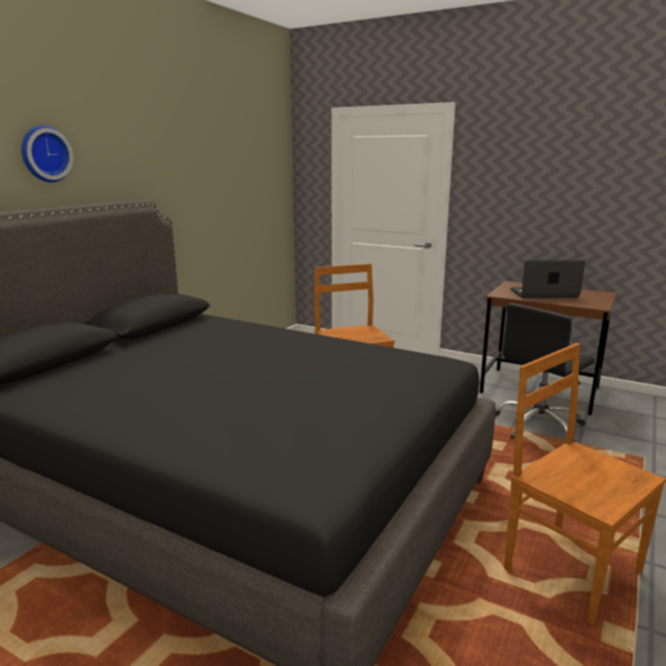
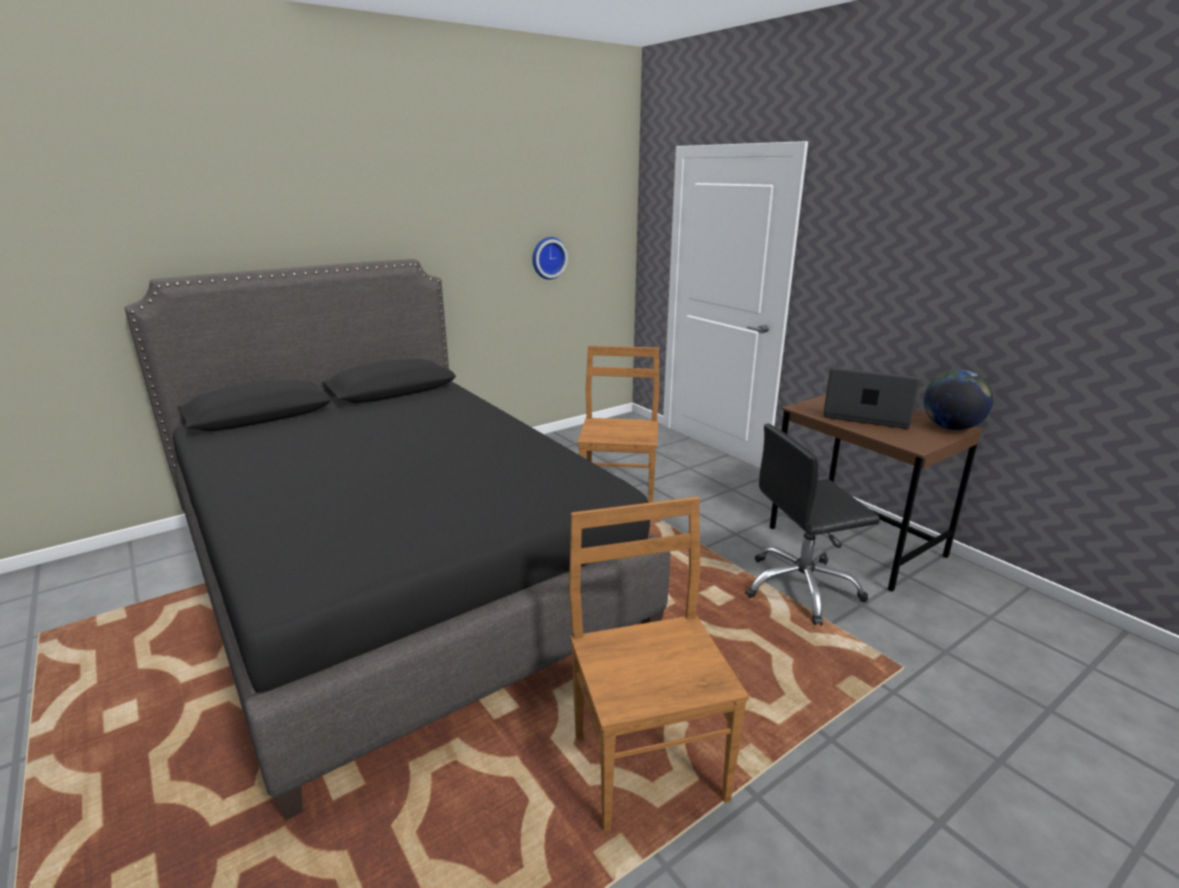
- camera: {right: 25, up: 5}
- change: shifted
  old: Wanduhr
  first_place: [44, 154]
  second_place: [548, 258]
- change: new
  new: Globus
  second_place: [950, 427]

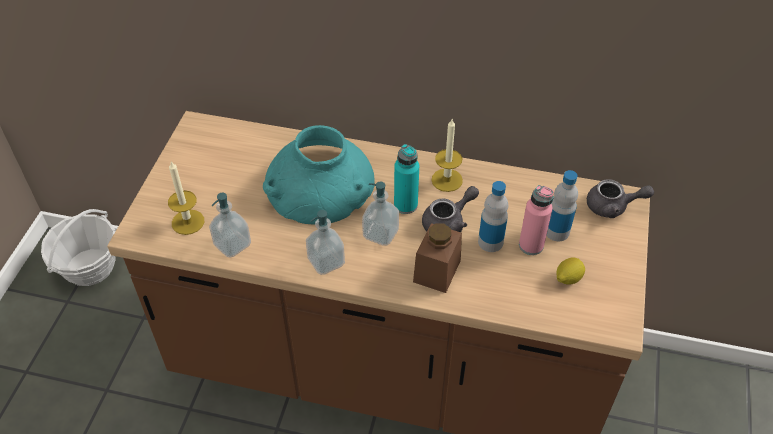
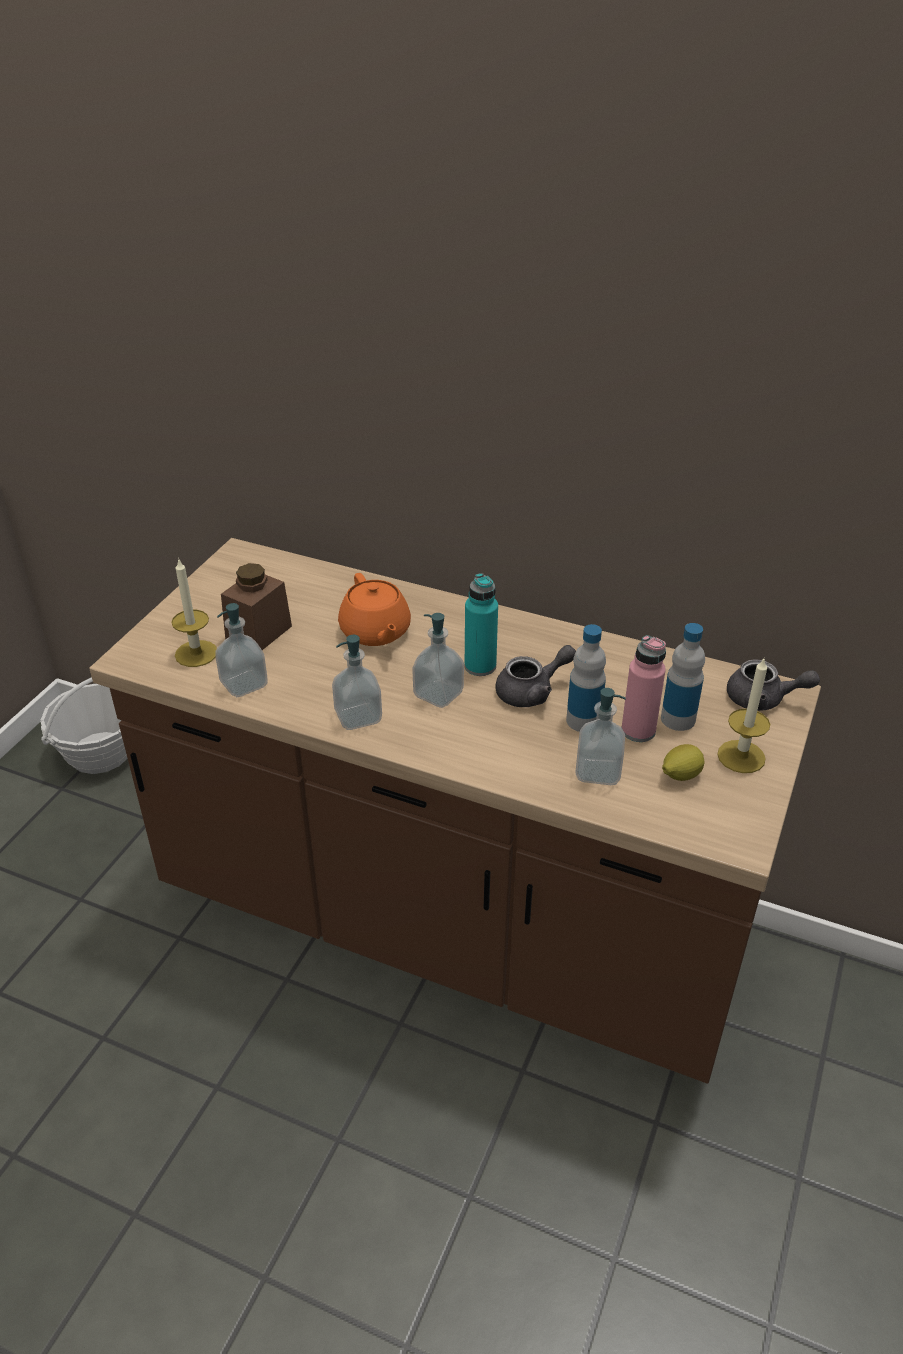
- camera: {right: 10, up: -10}
- change: shifted
  old: Vorratsglas (braun)
  first_place: [437, 271]
  second_place: [258, 632]
- change: swapped
  old: Vase (türkis)
  new: Teekanne (orange)
  first_place: [320, 185]
  second_place: [375, 632]
- change: new
  new: Seifenspender
  second_place: [598, 772]
- change: shifted
  old: Kerze
  first_place: [447, 180]
  second_place: [741, 756]

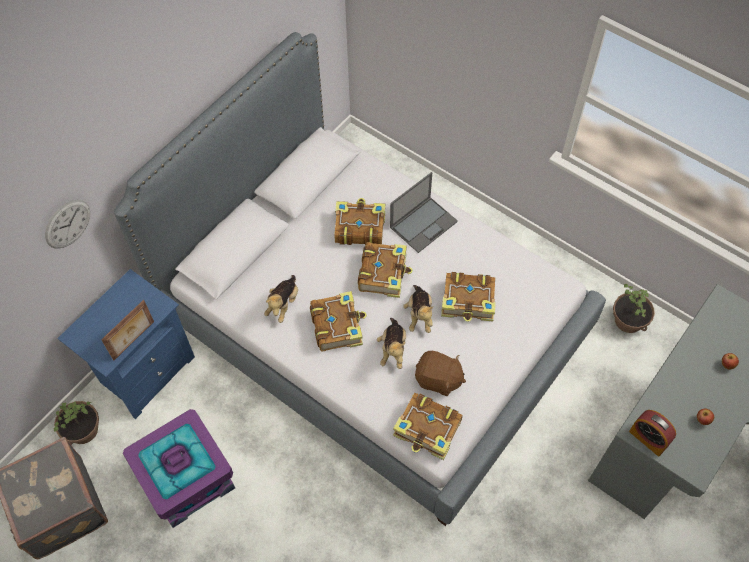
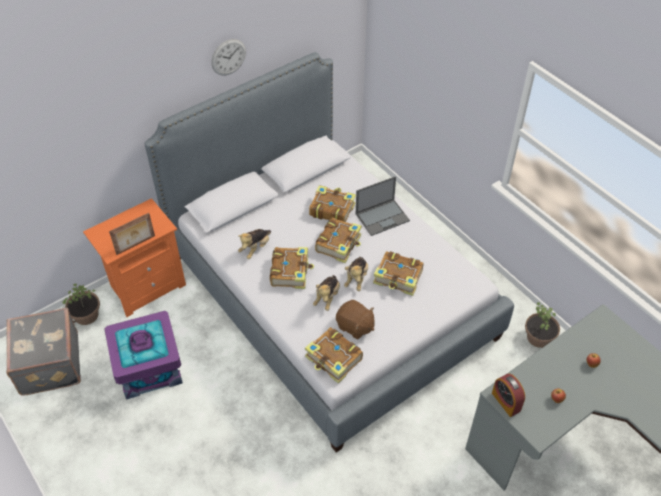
- camera: {right: 15, up: -10}
- change: repainted
  old: Nachttisch (blau)
  new: Nachttisch (orange)
  first_place: [145, 371]
  second_place: [146, 286]
- change: shifted
  old: Wanduhr
  first_place: [67, 224]
  second_place: [228, 57]

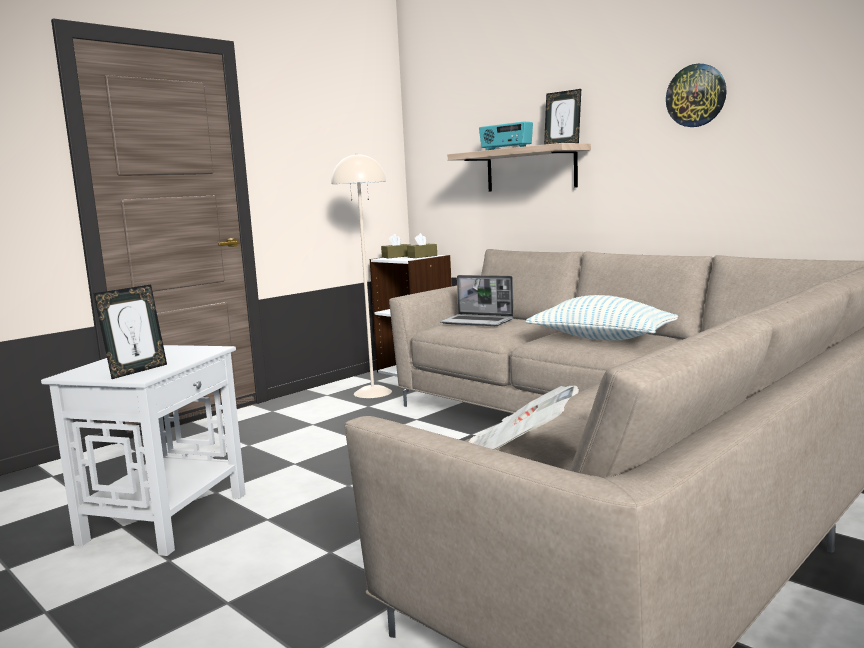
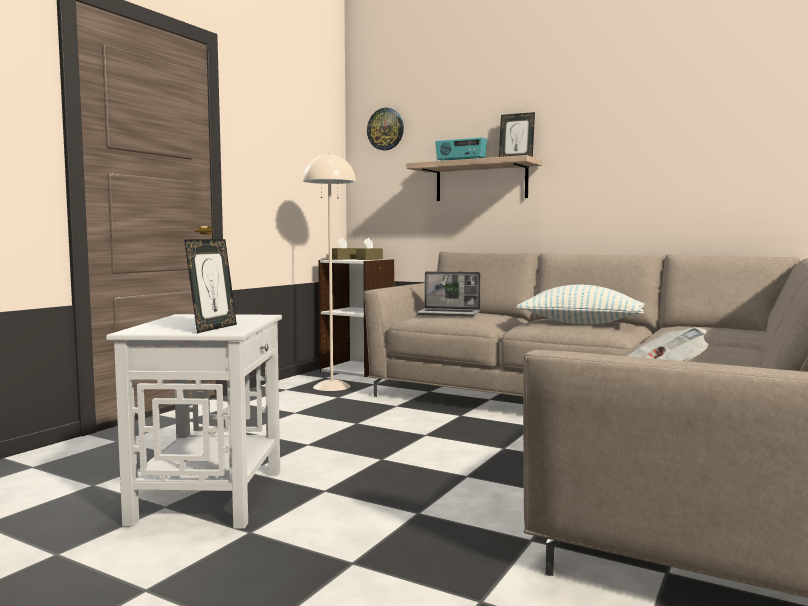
- camera: {right: -15, up: -5}
- change: shifted
  old: Wanduhr
  first_place: [696, 95]
  second_place: [385, 129]

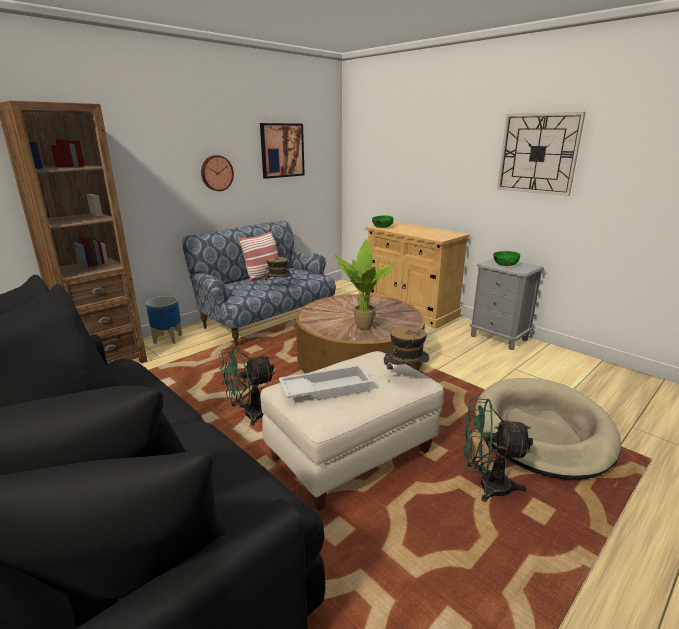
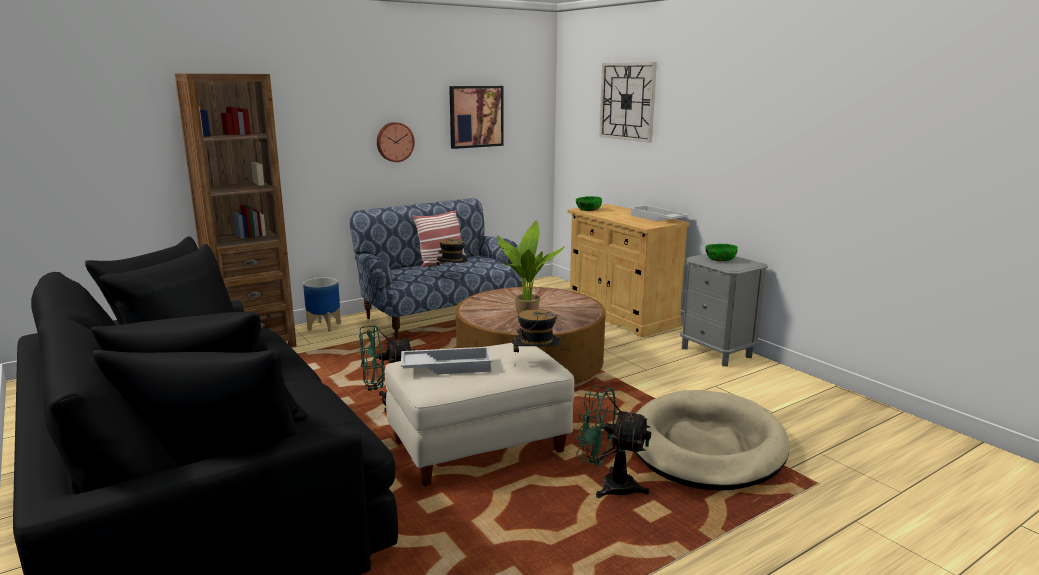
- camera: {right: 10, up: -5}
- change: shifted
  old: Wanduhr
  first_place: [538, 153]
  second_place: [627, 101]
- change: new
  new: Tablett (weiß)
  second_place: [656, 218]

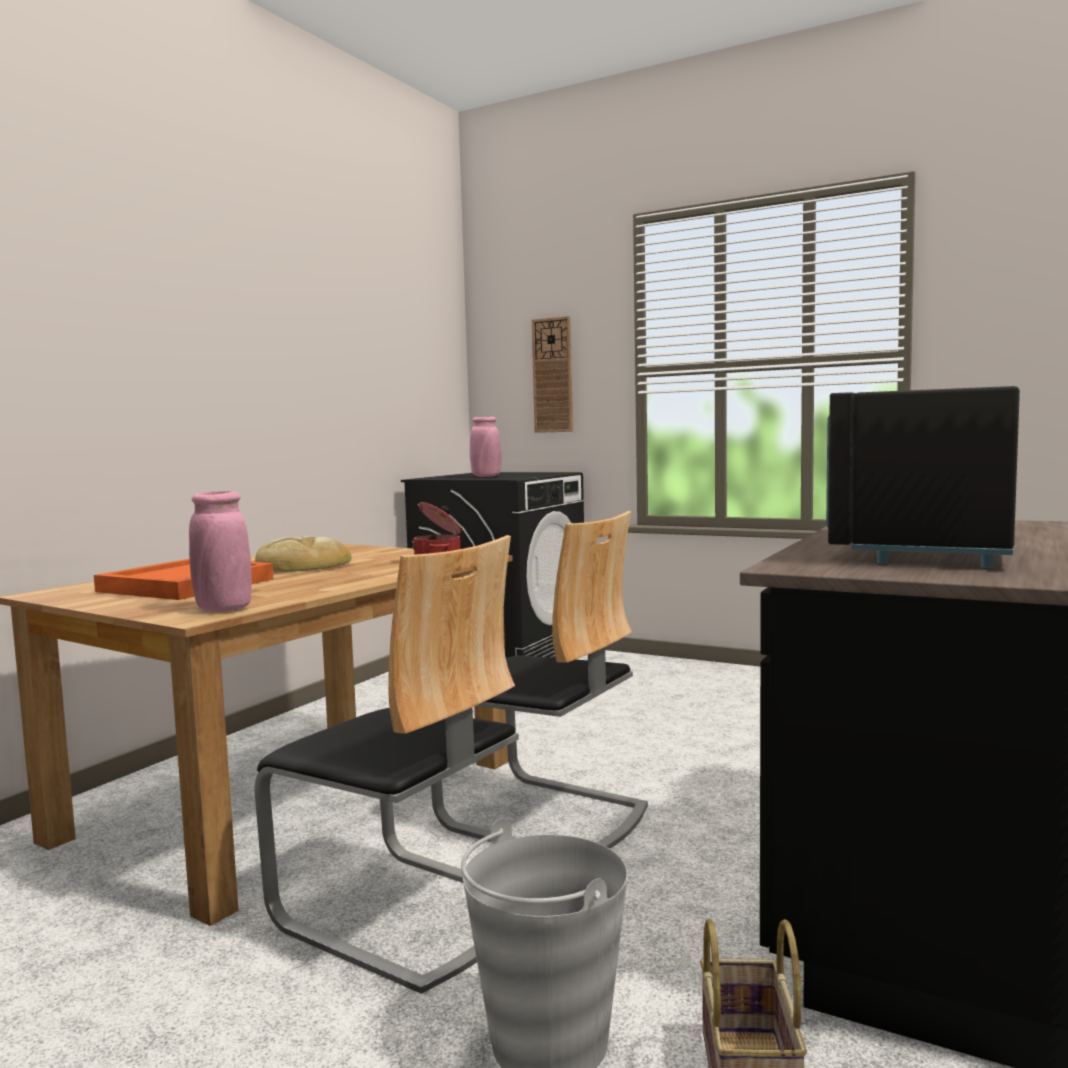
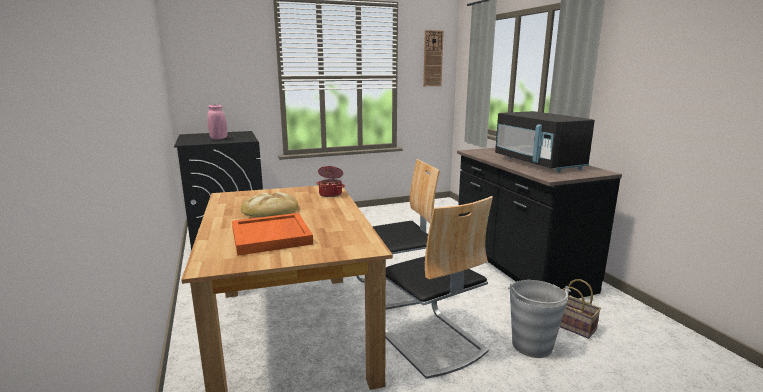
- camera: {right: -50, up: 10}
- change: rotated
  old: Stuhl
  first_place: [405, 913]
  second_place: [431, 341]
  degrees: 75
- change: shifted
  old: Wanduhr
  first_place: [553, 375]
  second_place: [432, 58]
- change: gone
  old: Vase (rosa)
  first_place: [223, 609]

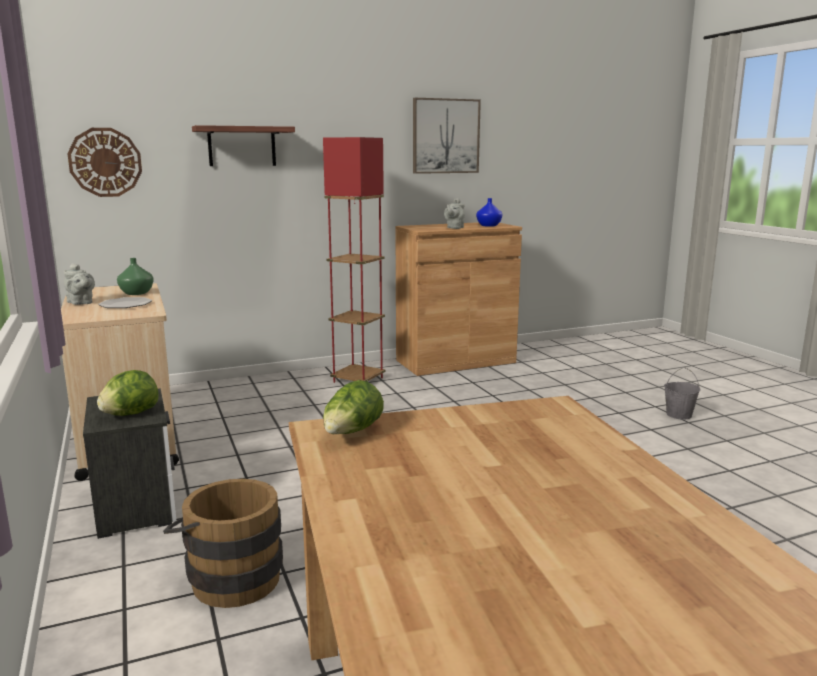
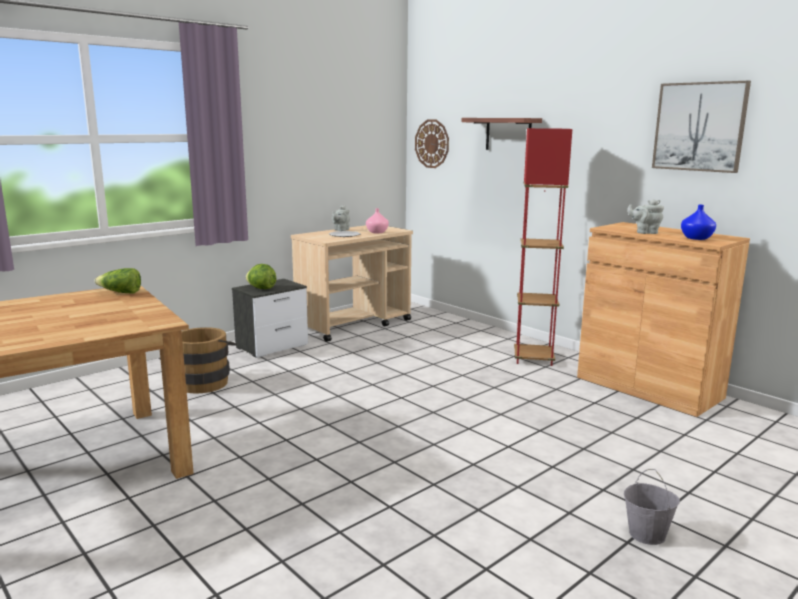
- camera: {right: 70, up: 0}
- change: repainted
  old: Vase (grün)
  new: Vase (rosa)
  first_place: [136, 293]
  second_place: [377, 232]

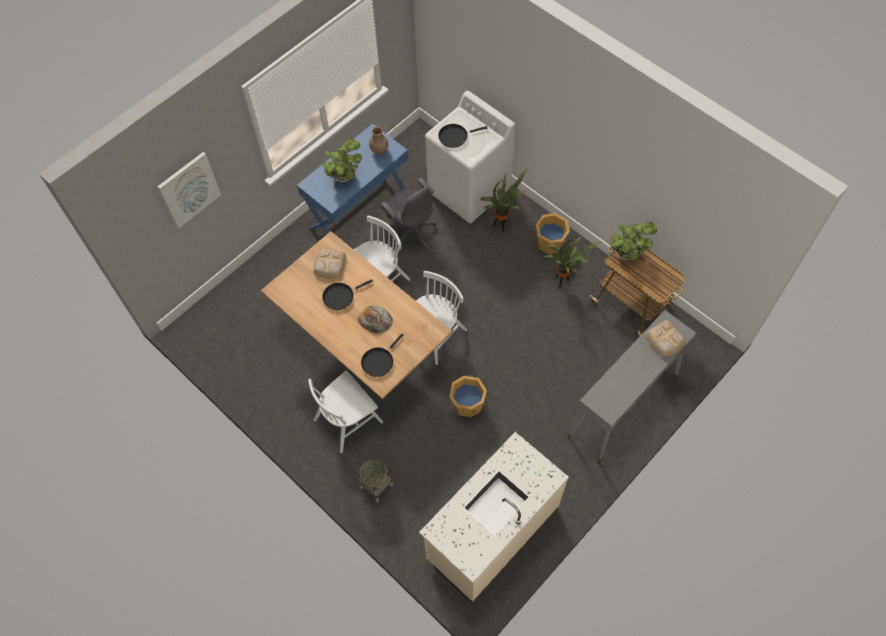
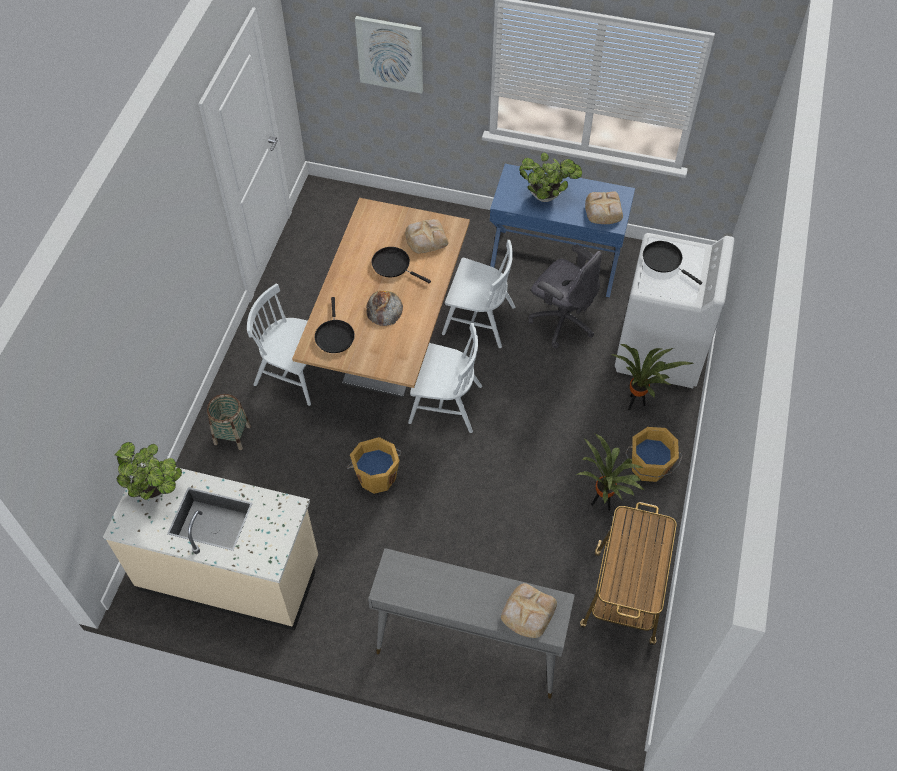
- camera: {right: 60, up: -5}
- change: shifted
  old: Topfpflanze
  first_place: [627, 252]
  second_place: [156, 490]
- change: rotated
  old: Pfanne (schwarz)
  first_place: [379, 361]
  second_place: [334, 335]
  degrees: -105
- change: rotated
  old: Bürostuhl (grau)
  first_place: [411, 232]
  second_place: [562, 320]
  degrees: -75
- change: swapped
  old: Vase (braun)
  new: Brot
  first_place: [379, 150]
  second_place: [603, 210]

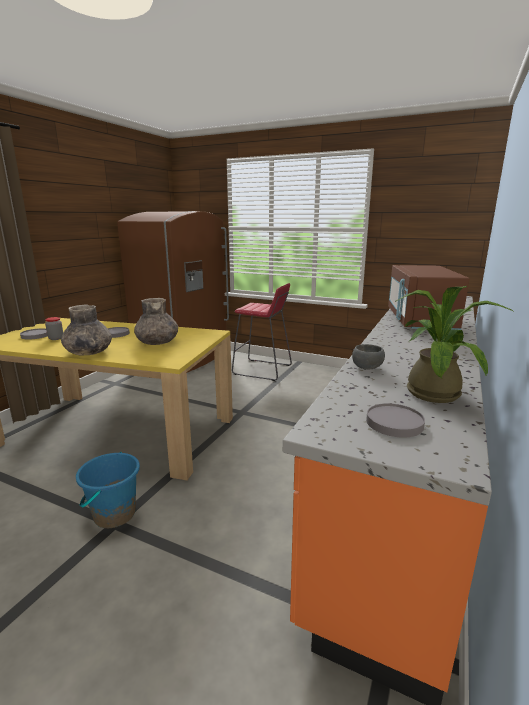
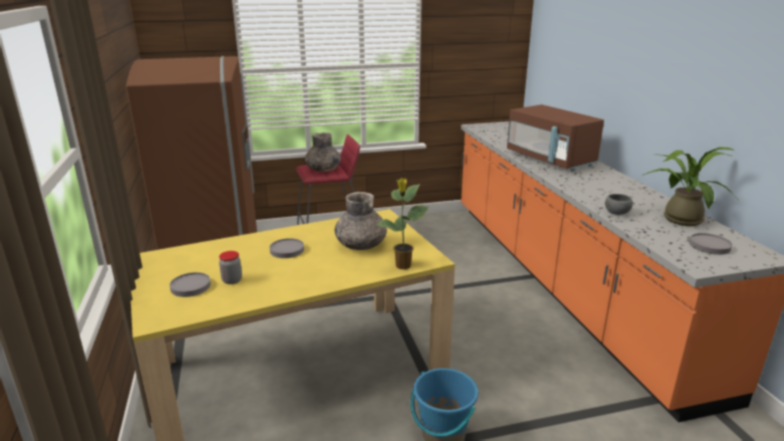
- camera: {right: -40, up: 5}
- change: shifted
  old: Vase (grau)
  first_place: [88, 352]
  second_place: [323, 169]
- change: new
  new: Topfpflanze
  second_place: [403, 266]

